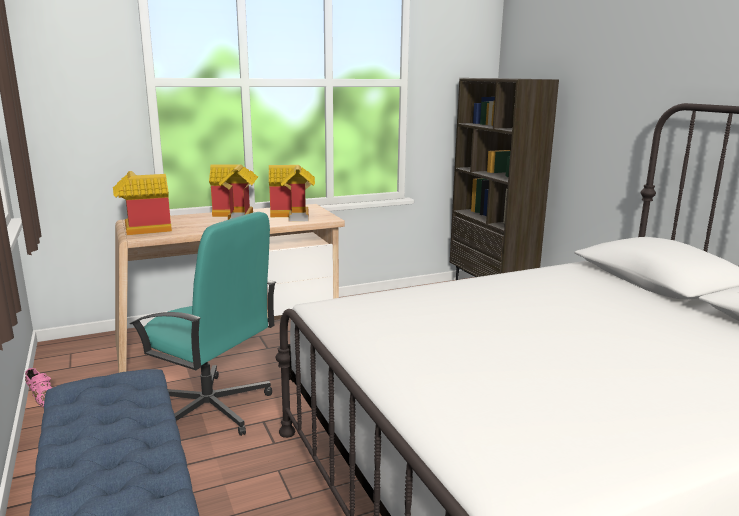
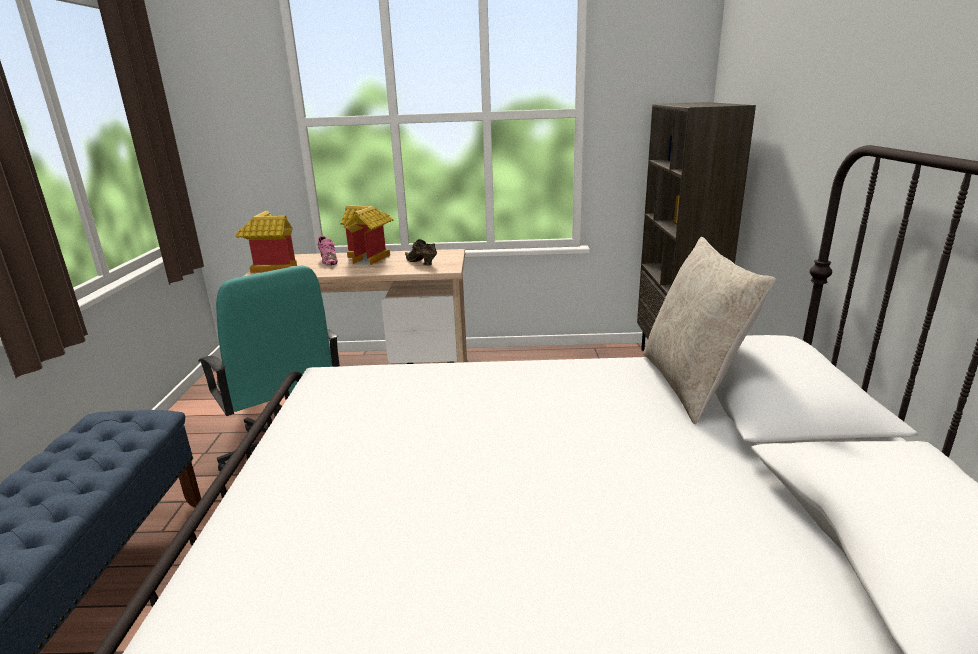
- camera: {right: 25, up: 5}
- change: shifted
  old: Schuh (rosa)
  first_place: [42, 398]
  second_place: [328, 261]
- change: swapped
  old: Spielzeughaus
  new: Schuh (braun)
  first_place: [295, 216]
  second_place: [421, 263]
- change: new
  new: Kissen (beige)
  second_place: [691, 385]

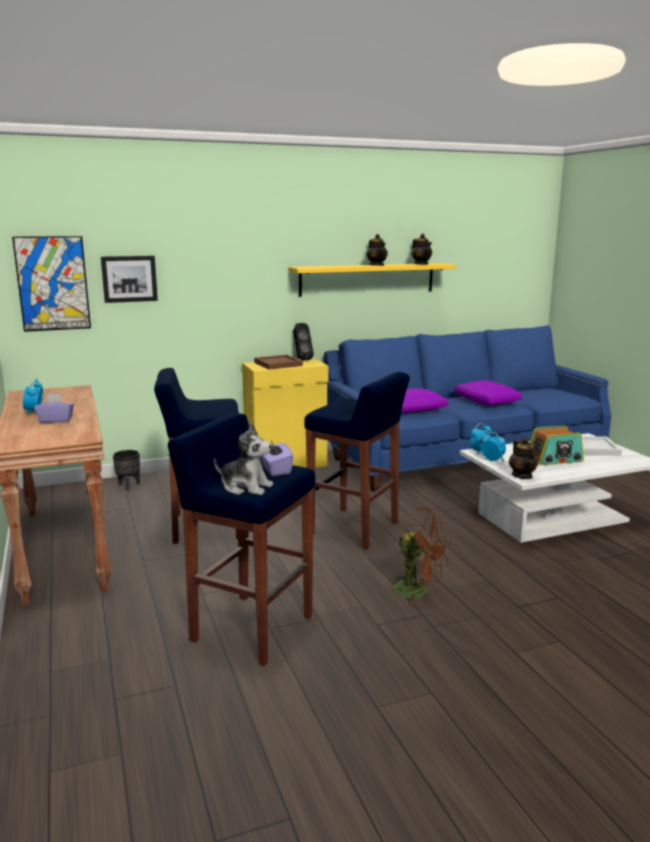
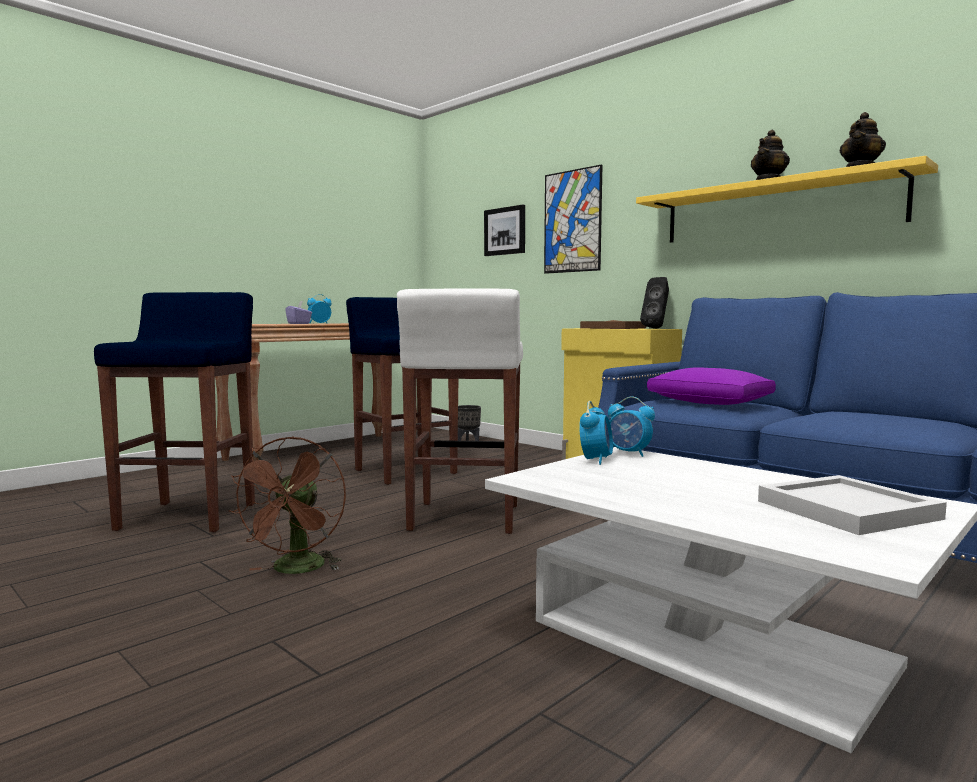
- camera: {right: 65, up: -10}
- change: repainted
  old: Hocker (blau)
  new: Hocker (weiß)
  first_place: [355, 528]
  second_place: [464, 518]
- change: shifted
  old: Bild
  first_place: [52, 283]
  second_place: [572, 221]
- change: gone
  old: Plüschtier
  first_place: [246, 487]
- change: gone
  old: Taschentuchbox (lila)
  first_place: [276, 470]
- change: gone
  old: Kissen (lila)
  first_place: [487, 402]
- change: gone
  old: Teekanne
  first_place: [522, 475]
- change: gone
  old: Radio
  first_place: [555, 459]

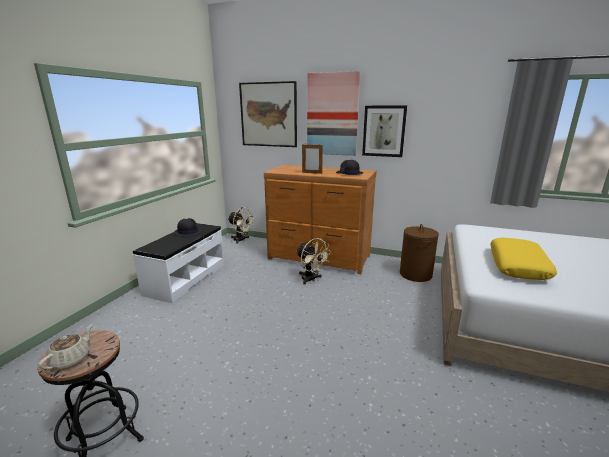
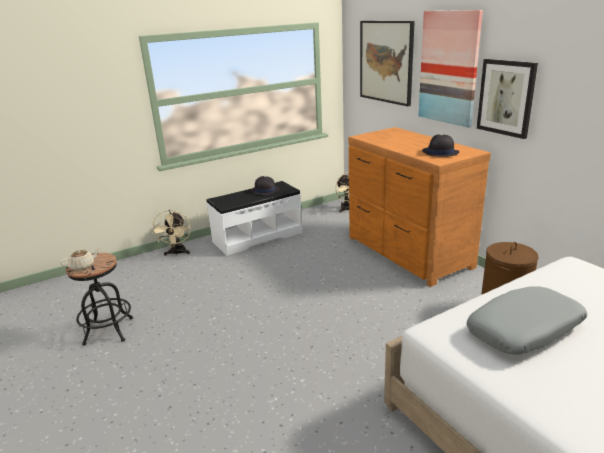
- camera: {right: 40, up: 5}
- change: shifted
  old: Ventilator (beige)
  first_place: [311, 279]
  second_place: [177, 253]
- change: repainted
  old: Kissen (gelb)
  new: Kissen (grau)
  first_place: [518, 266]
  second_place: [525, 330]
- change: gone
  old: Bilderrahmen
  first_place: [312, 173]

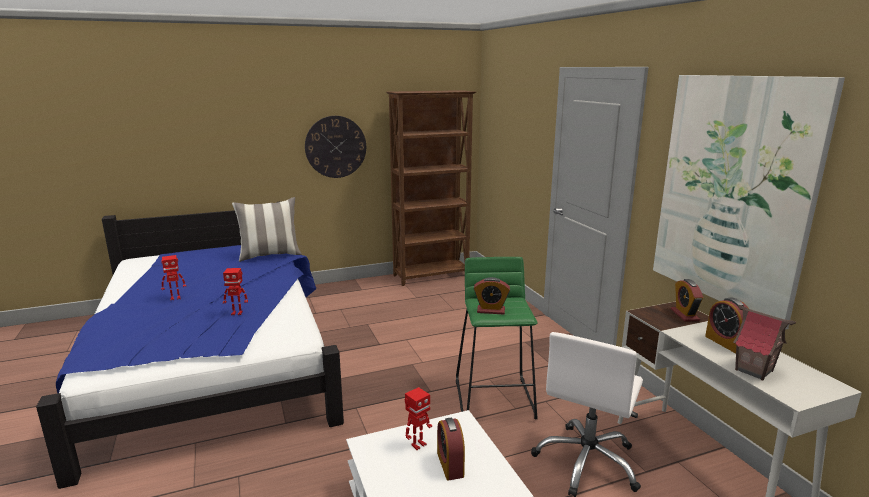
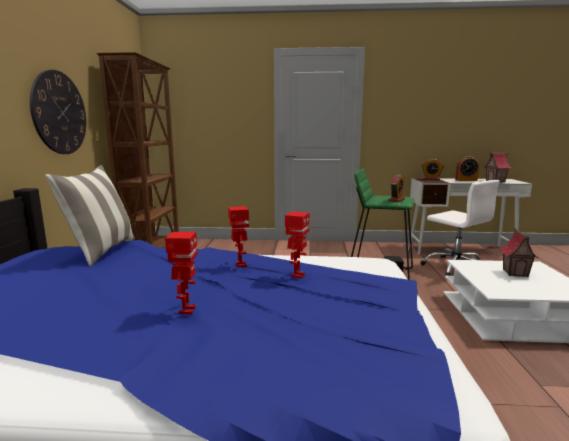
- camera: {right: -65, up: -5}
- change: shifted
  old: Spielzeugroboter
  first_place: [418, 444]
  second_place: [240, 265]
- change: swapped
  old: Wecker
  new: Spielzeughaus
  first_place: [450, 464]
  second_place: [515, 273]
- change: gone
  old: Bild
  first_place: [732, 192]

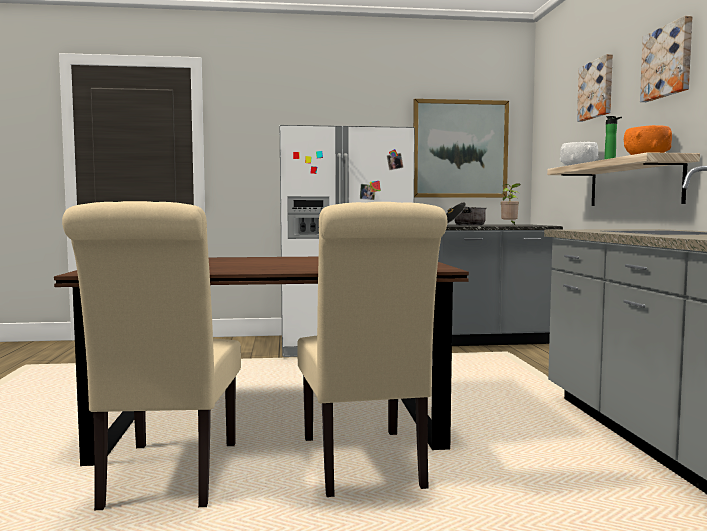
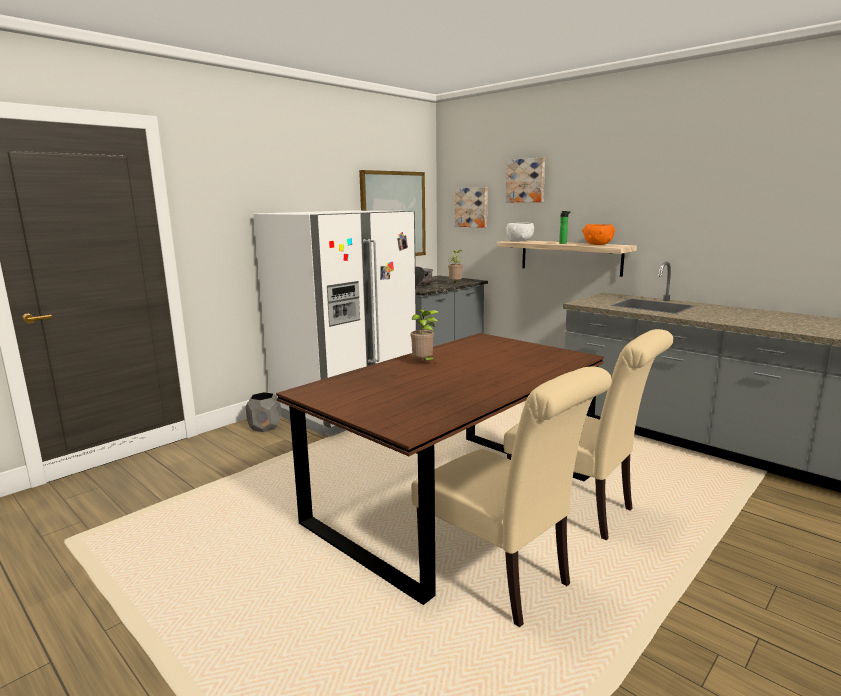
- camera: {right: -40, up: 10}
- change: new
  new: Pflanzkübel (grau)
  second_place: [265, 427]
- change: new
  new: Topfpflanze
  second_place: [424, 363]
- change: shifted
  old: Bild
  first_place: [668, 61]
  second_place: [472, 207]

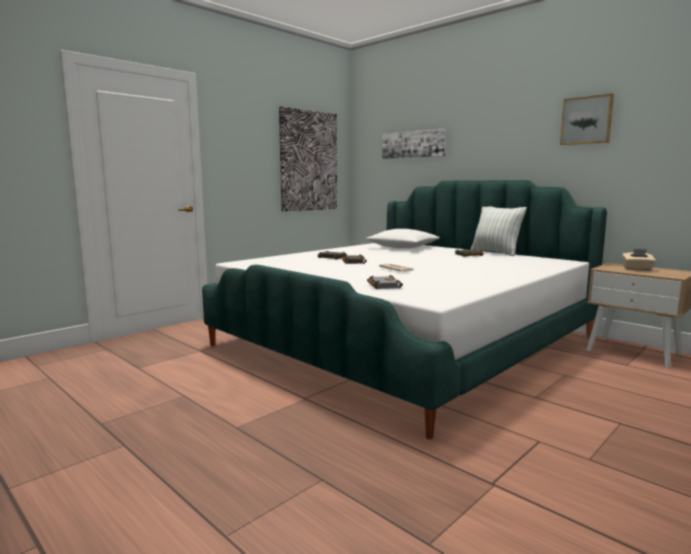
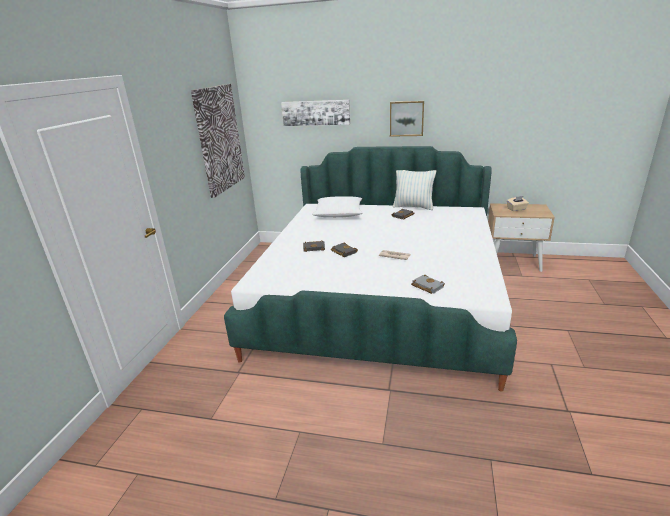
- camera: {right: -30, up: 15}
- change: shifted
  old: Bild
  first_place: [587, 120]
  second_place: [406, 118]

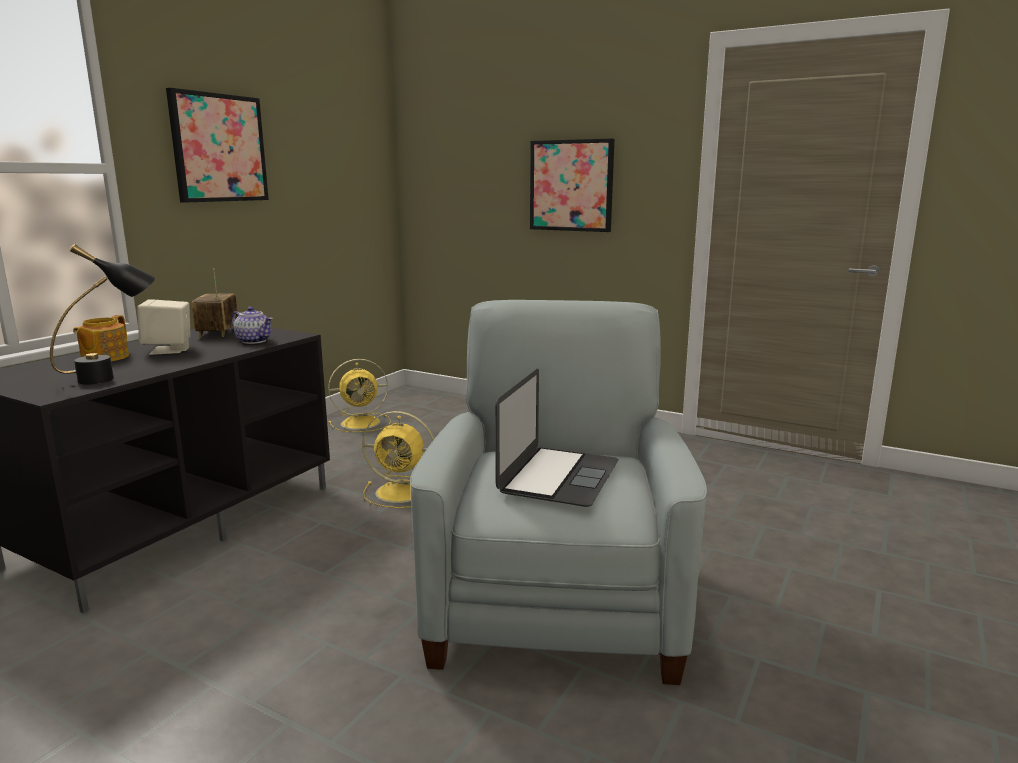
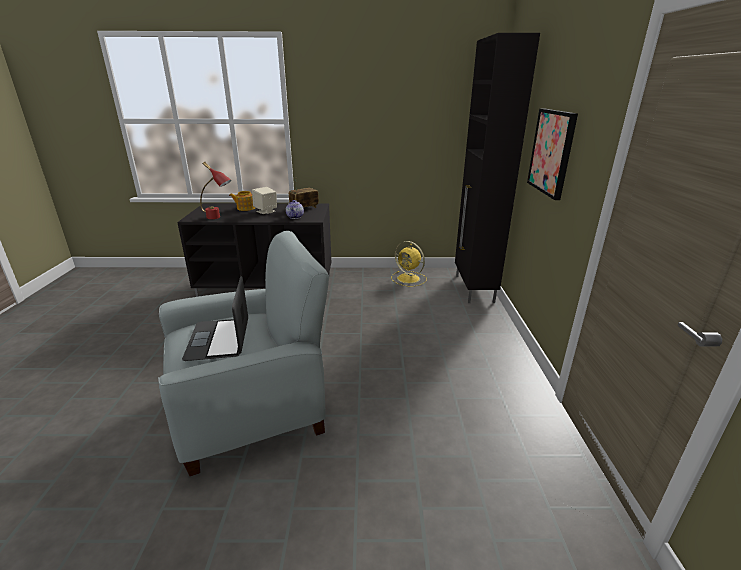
- camera: {right: 60, up: 10}
- change: rotated
  old: Laptop
  first_place: [559, 476]
  second_place: [218, 339]
  degrees: 90
- change: repainted
  old: Tischlampe (schwarz)
  new: Tischlampe (rot)
  first_place: [113, 377]
  second_place: [218, 218]
- change: new
  new: Schrank (schwarz)
  second_place: [474, 289]
- change: gone
  old: Bild
  first_place: [218, 148]
- change: gone
  old: Ventilator (gelb)
  first_place: [403, 492]

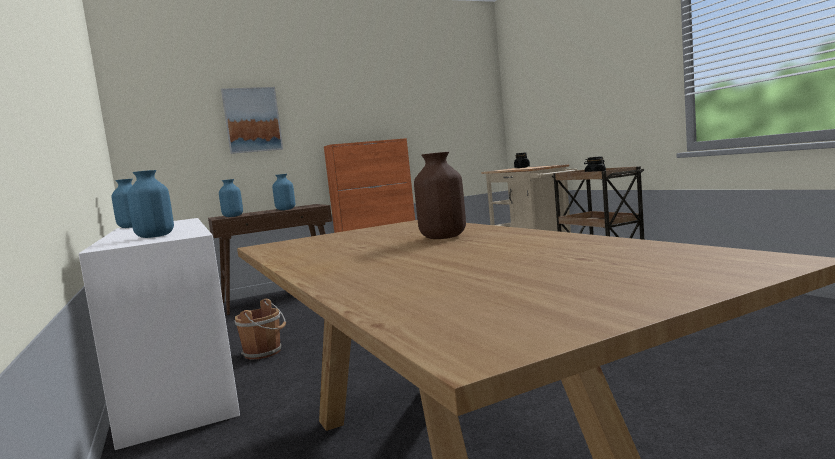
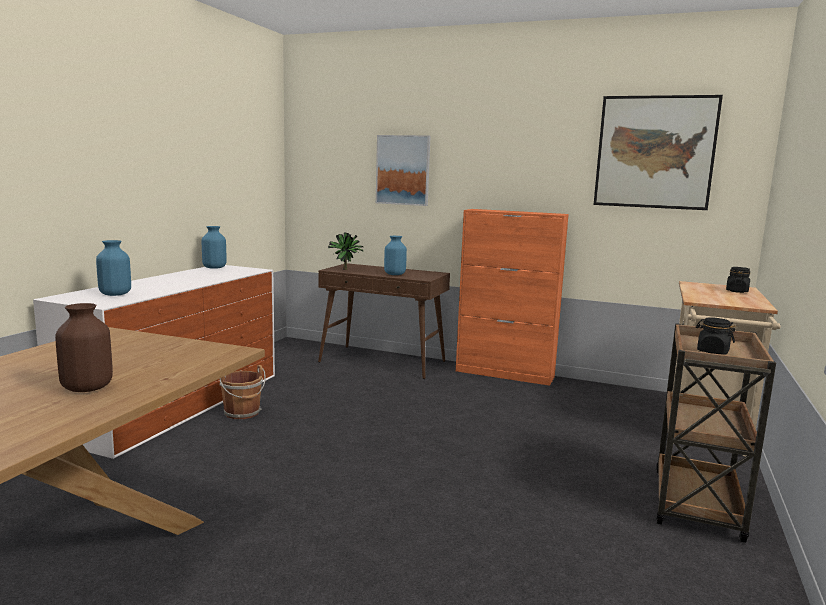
- camera: {right: 45, up: 5}
- change: swapped
  old: Vase (blau)
  new: Topfpflanze
  first_place: [233, 216]
  second_place: [346, 269]
- change: new
  new: Bild
  second_place: [654, 152]

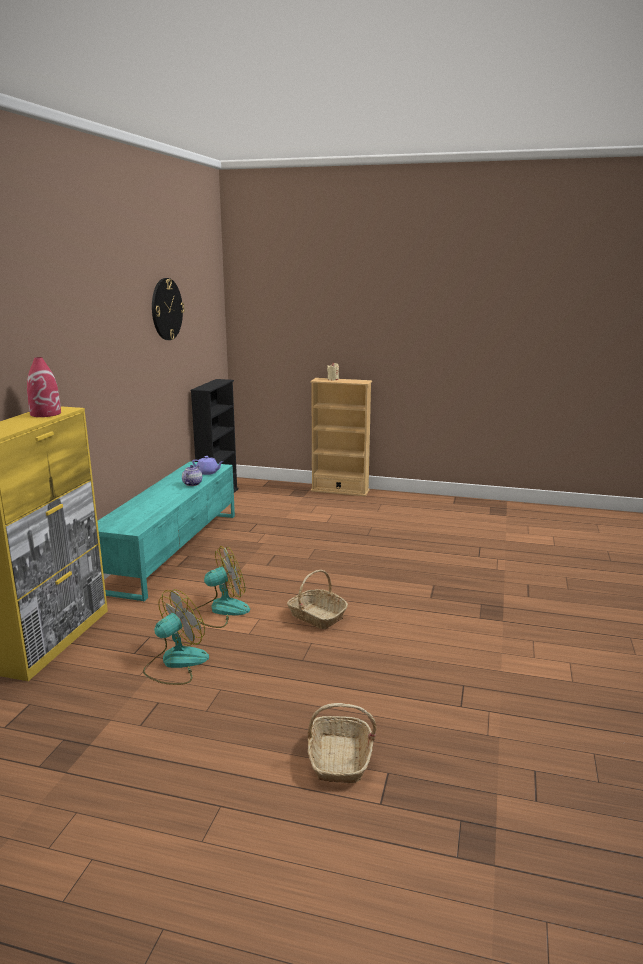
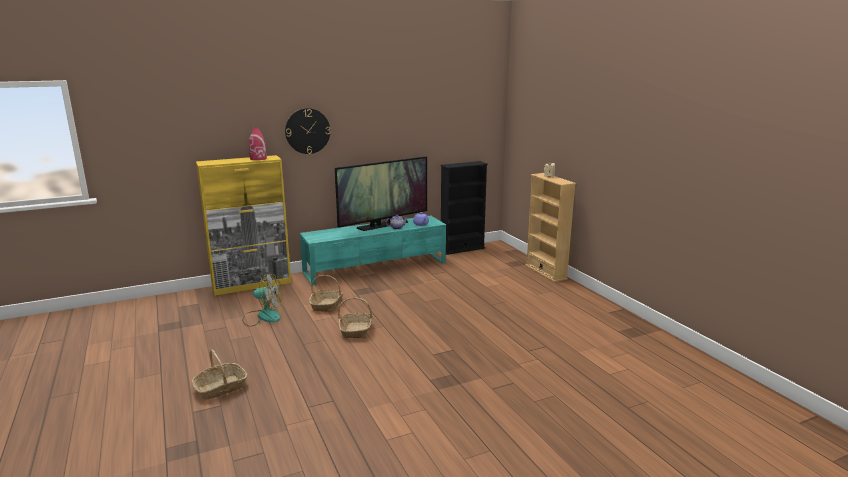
- camera: {right: 50, up: 0}
- change: shifted
  old: Wanduhr
  first_place: [166, 309]
  second_place: [307, 131]
- change: swapped
  old: Ventilator
  new: Korb
  first_place: [220, 610]
  second_place: [327, 305]
- change: new
  new: Fernseher
  second_place: [383, 225]

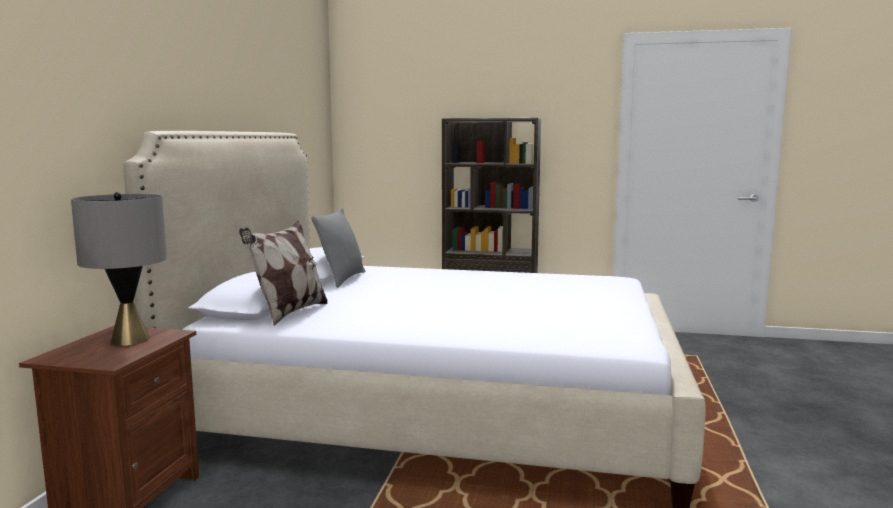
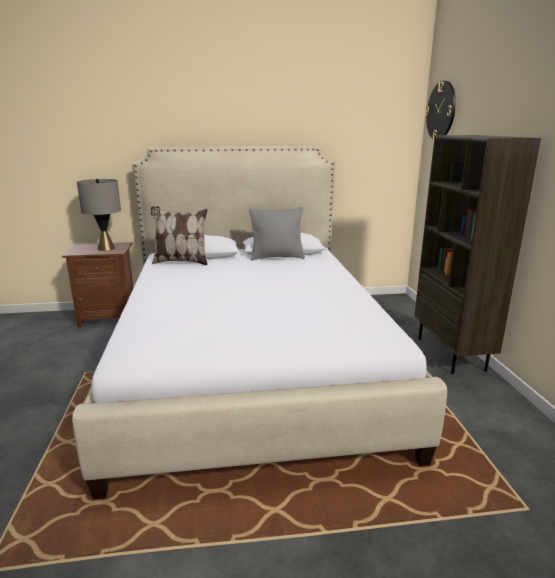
- camera: {right: 70, up: 10}
- change: new
  new: Wanduhr
  second_place: [441, 111]

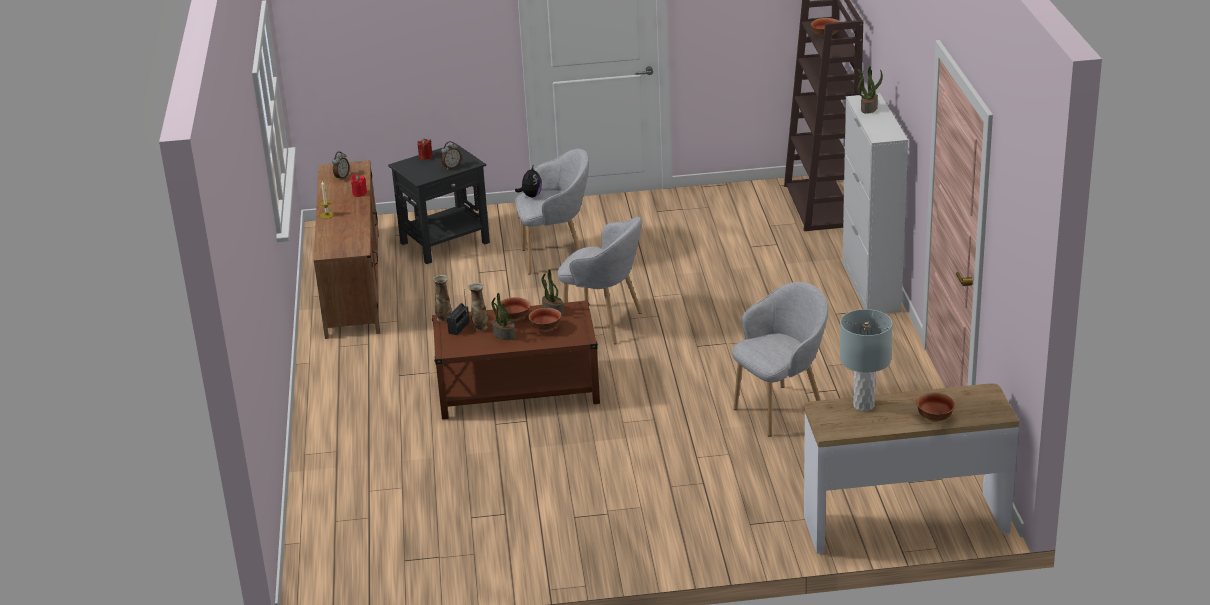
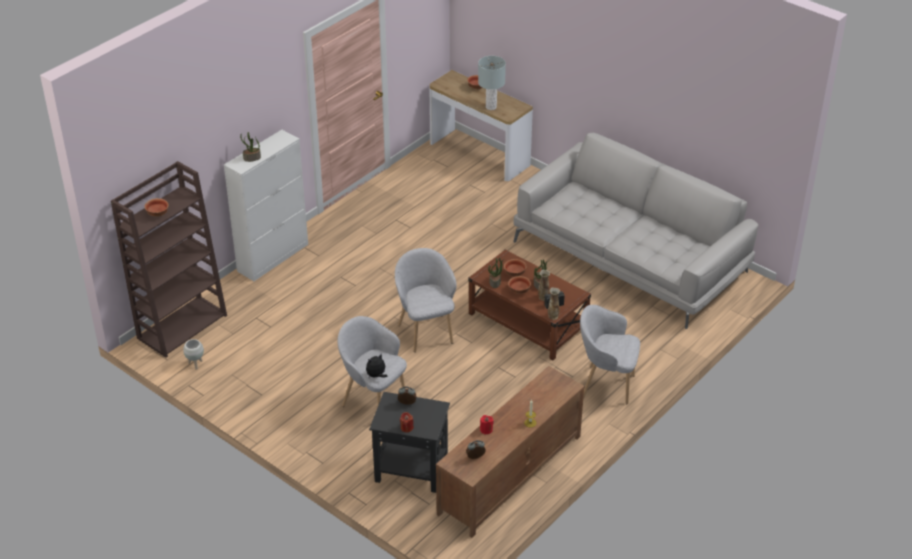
- camera: {right: -135, up: 10}
- change: new
  new: Pflanzkübel (weiß)
  second_place: [196, 364]
- change: new
  new: Sofa (grau)
  second_place: [631, 257]
- change: shifted
  old: Sessel (grau)
  first_place: [781, 410]
  second_place: [605, 385]

